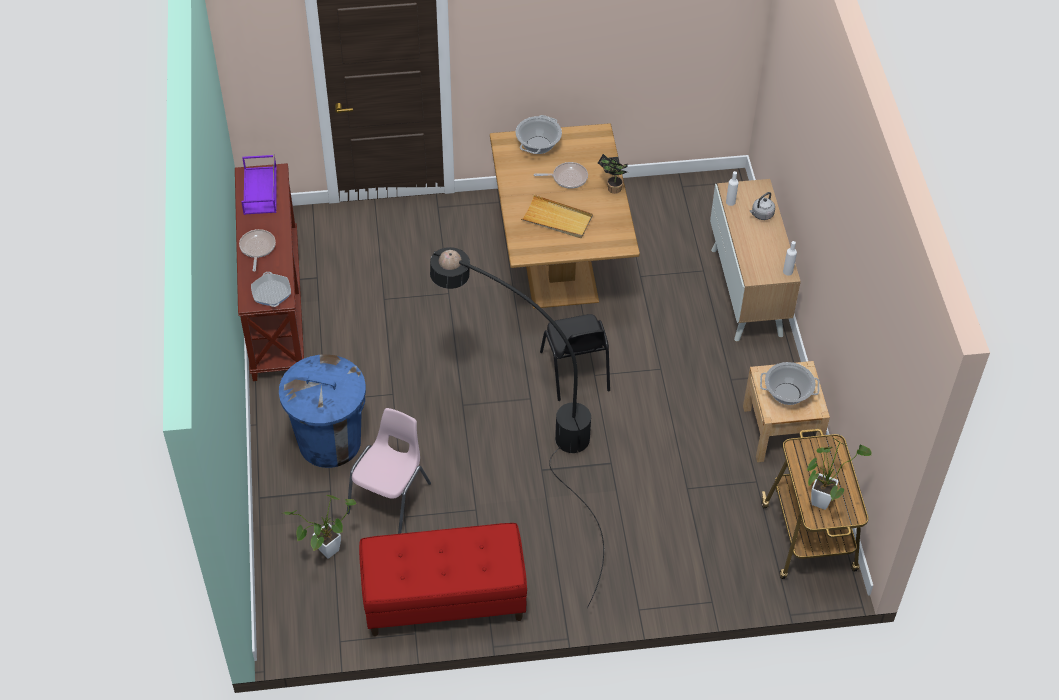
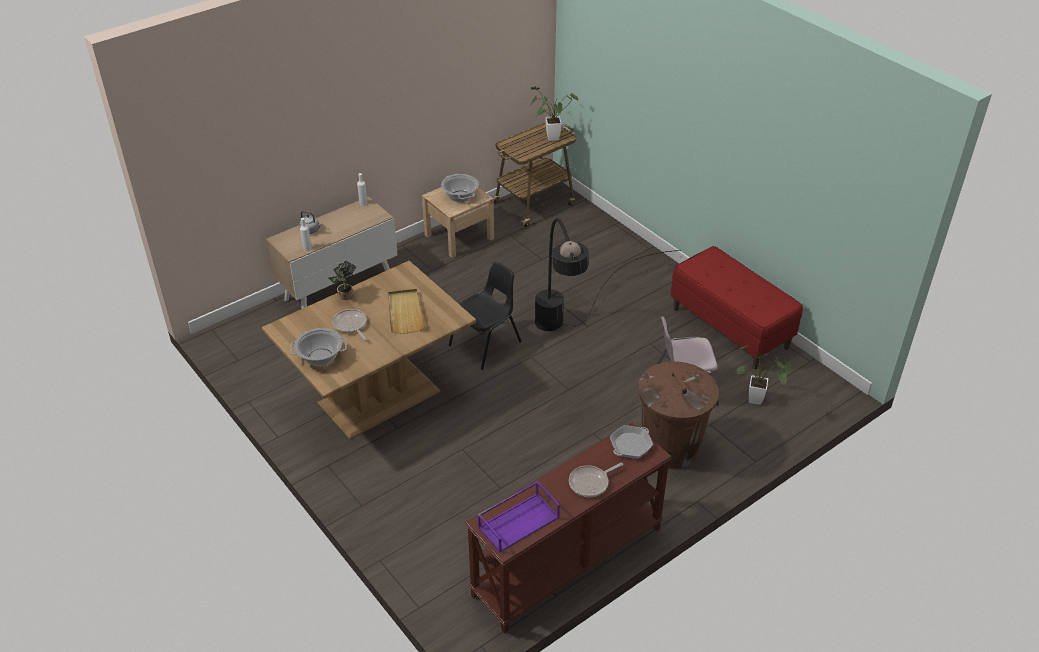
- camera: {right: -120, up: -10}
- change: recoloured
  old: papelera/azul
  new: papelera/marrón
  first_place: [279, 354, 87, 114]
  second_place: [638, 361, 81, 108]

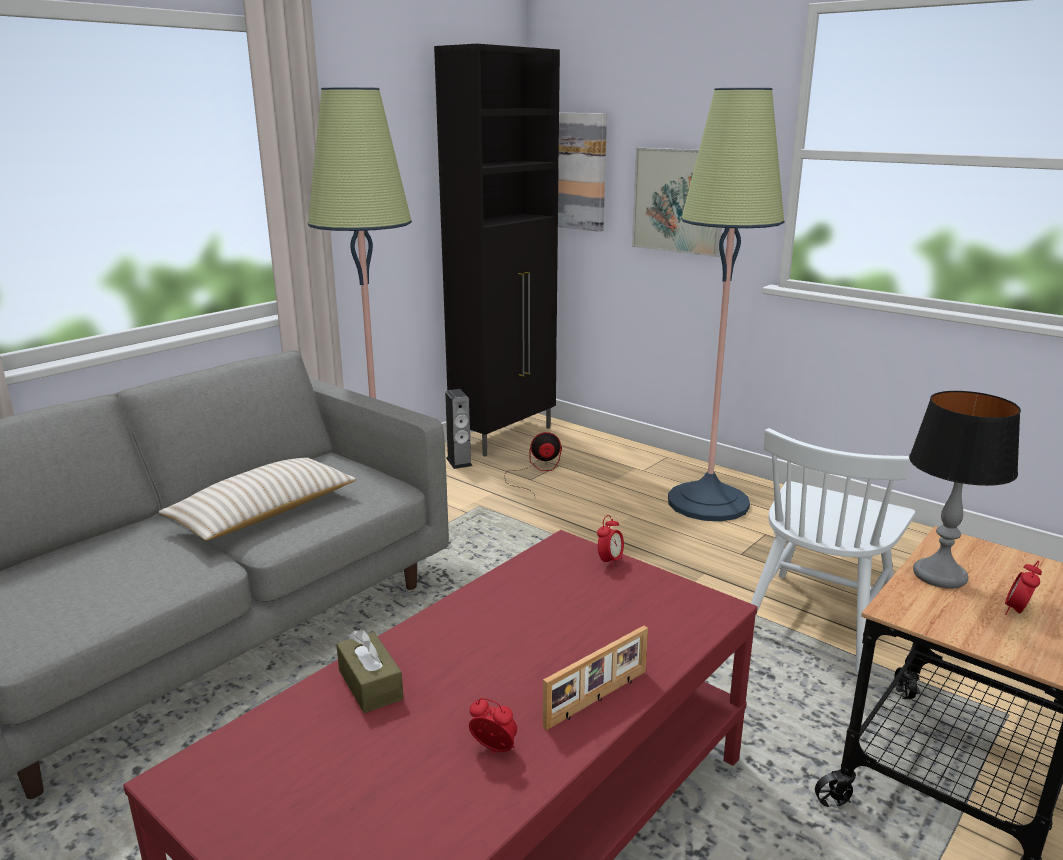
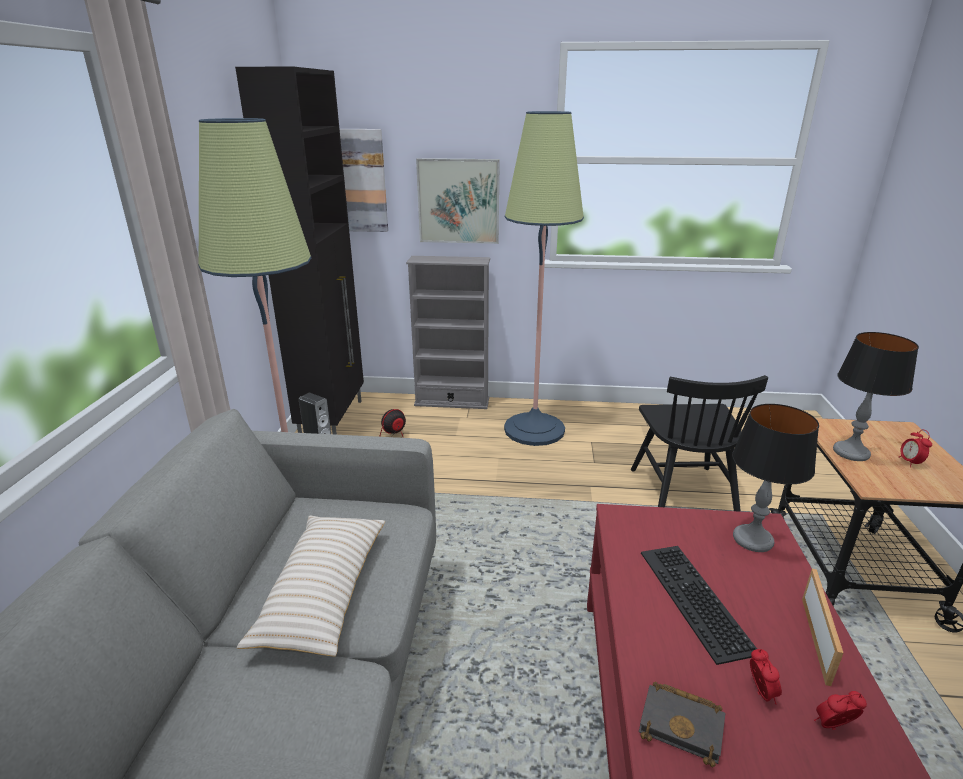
- camera: {right: -35, up: 5}
- change: added
  new: estantería/gris
  second_place: [406, 256, 84, 153]
- change: added
  new: teclado
  second_place: [641, 546, 116, 119]
- change: added
  new: lámpara de mesa
  second_place: [732, 404, 87, 148]
- change: moved
  old: despertador
  first_place: [597, 515, 27, 53]
  second_place: [750, 649, 32, 56]
- change: replaced
  old: caja de pañuelos/marrón
  new: libro/negro
  first_place: [336, 629, 68, 84]
  second_place: [639, 682, 86, 85]
- change: recoloured
  old: silla/blanco
  new: silla/negro
  first_place: [750, 428, 165, 244]
  second_place: [631, 375, 137, 137]

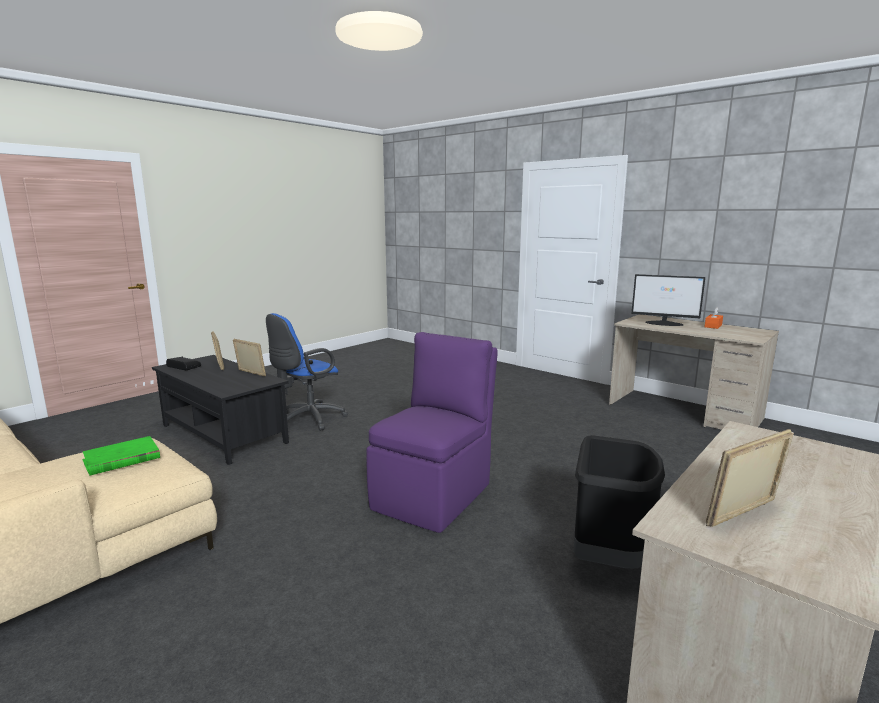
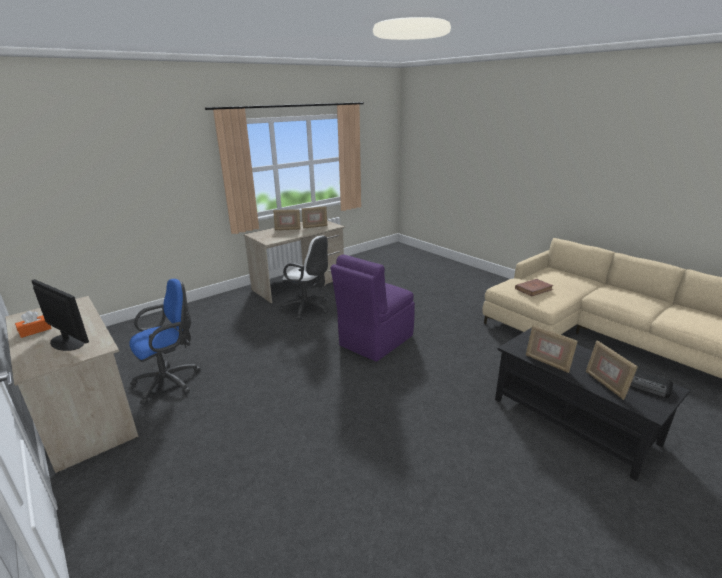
- camera: {right: -170, up: 10}
- change: added
  new: portarretratos
  second_place: [273, 209, 27, 21]
- change: moved
  old: silla de oficina/azul
  first_place: [266, 313, 82, 118]
  second_place: [129, 279, 72, 126]
- change: replaced
  old: papelera/negro
  new: silla de oficina/blanco
  first_place: [574, 435, 91, 133]
  second_place: [280, 236, 48, 84]
- change: recoloured
  old: libro/verde
  new: libro/marrón
  first_place: [82, 436, 78, 40]
  second_place: [515, 279, 38, 17]

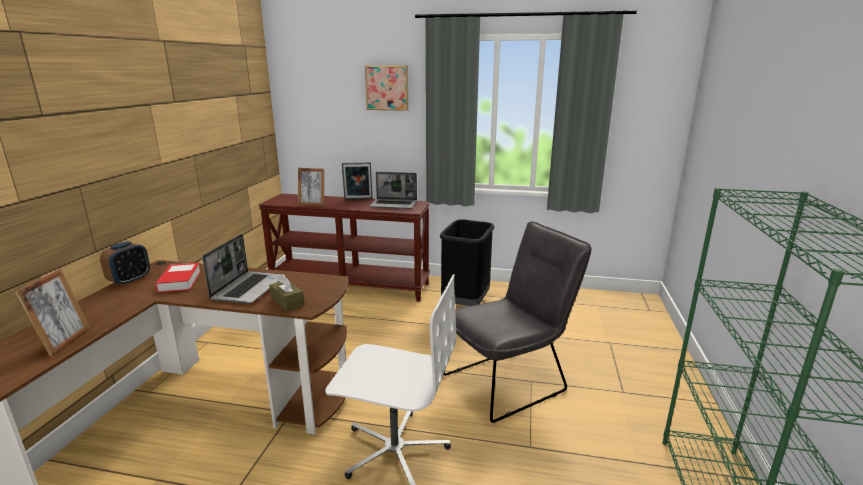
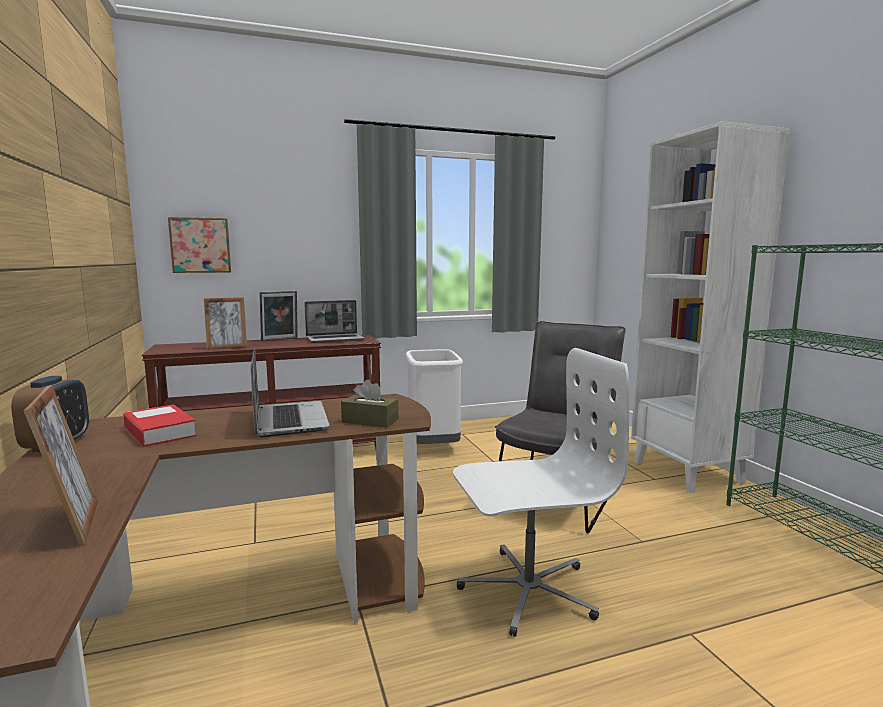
- camera: {right: -30, up: -10}
- change: added
  new: estantería/blanco
  second_place: [631, 121, 159, 372]
- change: moved
  old: cuadro
  first_place: [365, 65, 43, 46]
  second_place: [168, 217, 63, 56]
- change: recoloured
  old: papelera/negro
  new: papelera/blanco
  first_place: [440, 219, 54, 87]
  second_place: [406, 349, 57, 95]

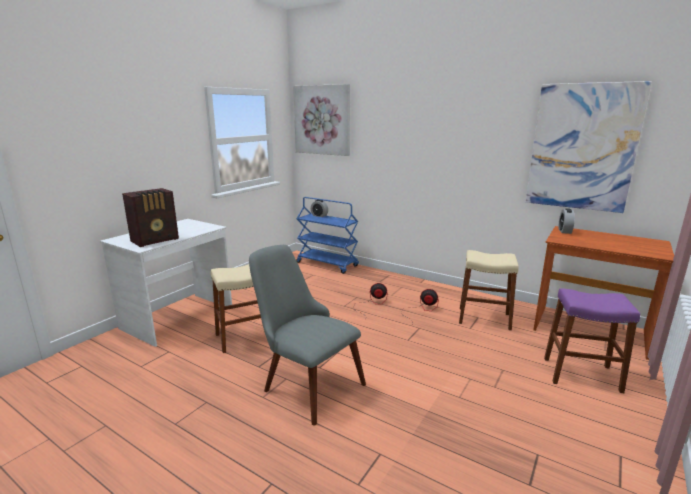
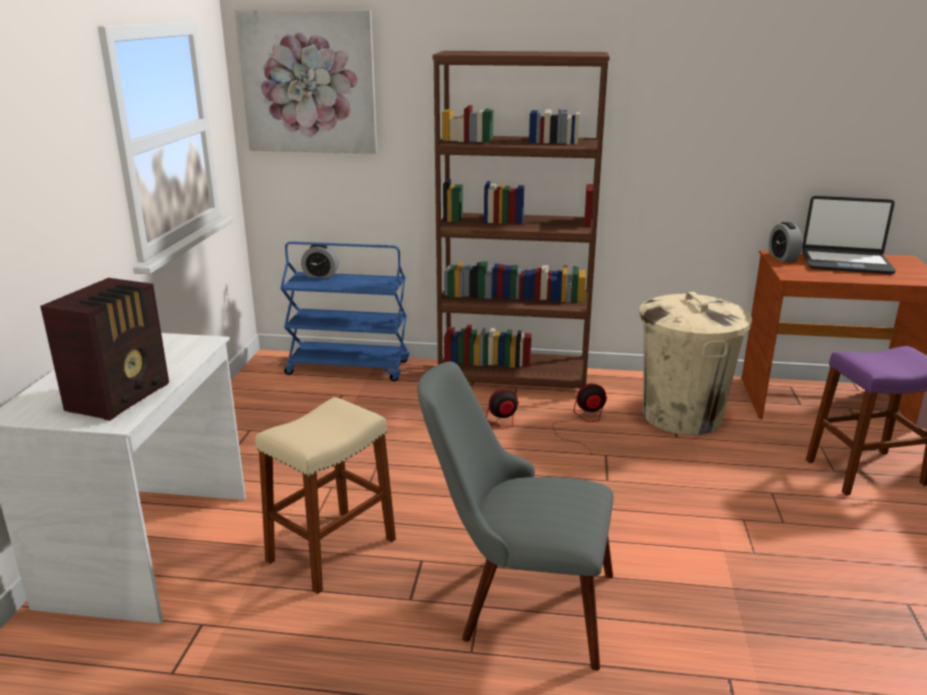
- camera: {right: -25, up: 5}
- change: removed
  old: cuadro
  first_place: [526, 81, 126, 132]
- change: added
  new: estantería/marrón
  second_place: [432, 51, 178, 337]
- change: added
  new: portátil
  second_place: [802, 196, 94, 78]
- change: replaced
  old: taburete/beis
  new: papelera/beis
  first_place: [459, 250, 60, 80]
  second_place: [639, 292, 113, 143]

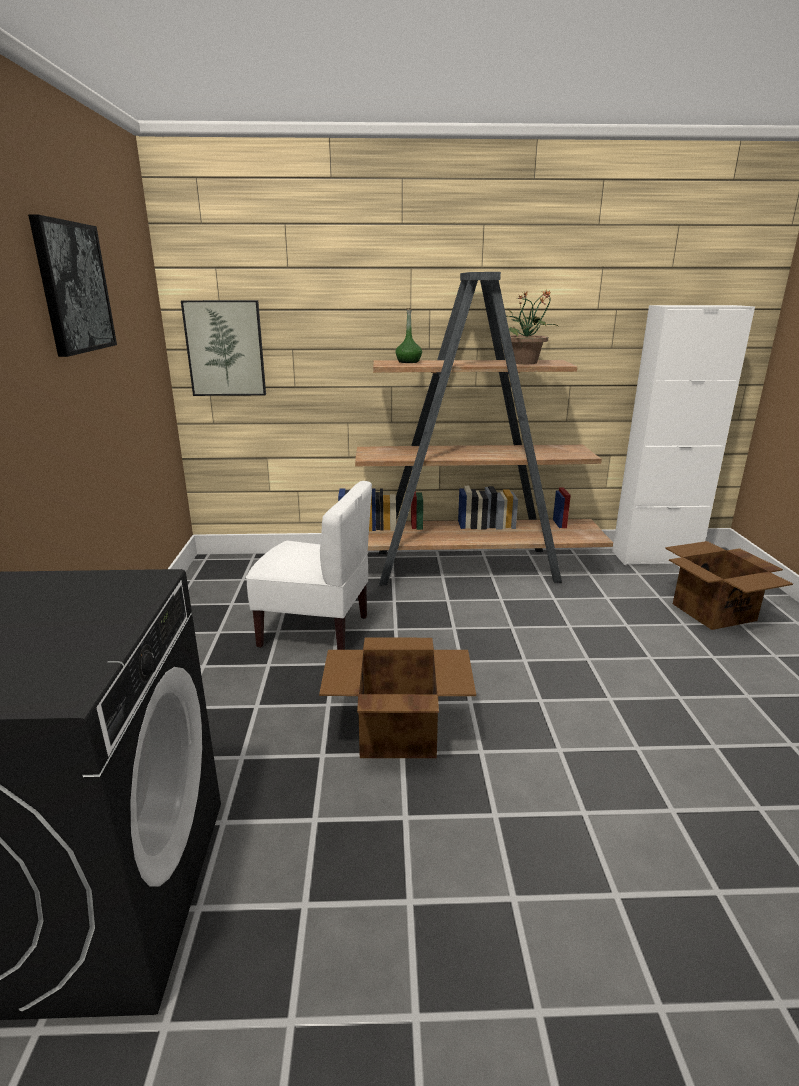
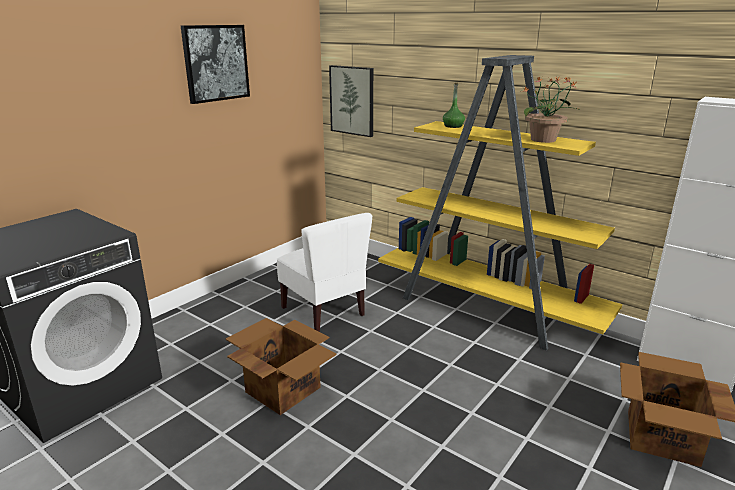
- camera: {right: 40, up: 0}
- change: recoloured
  old: estantería/marrón
  new: estantería/amarillo
  first_place: [338, 272, 275, 314]
  second_place: [378, 55, 244, 295]

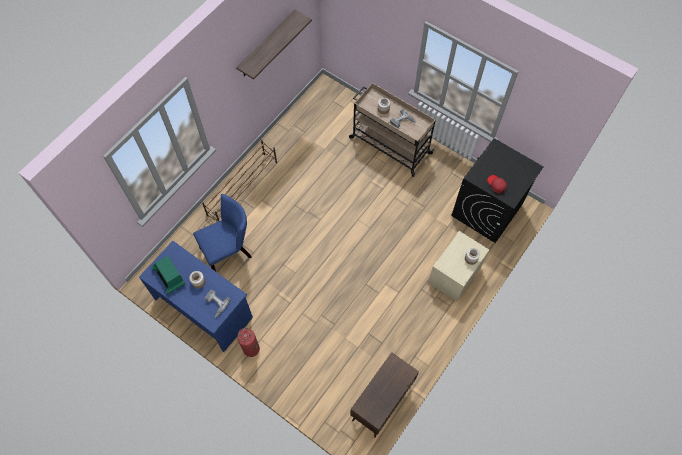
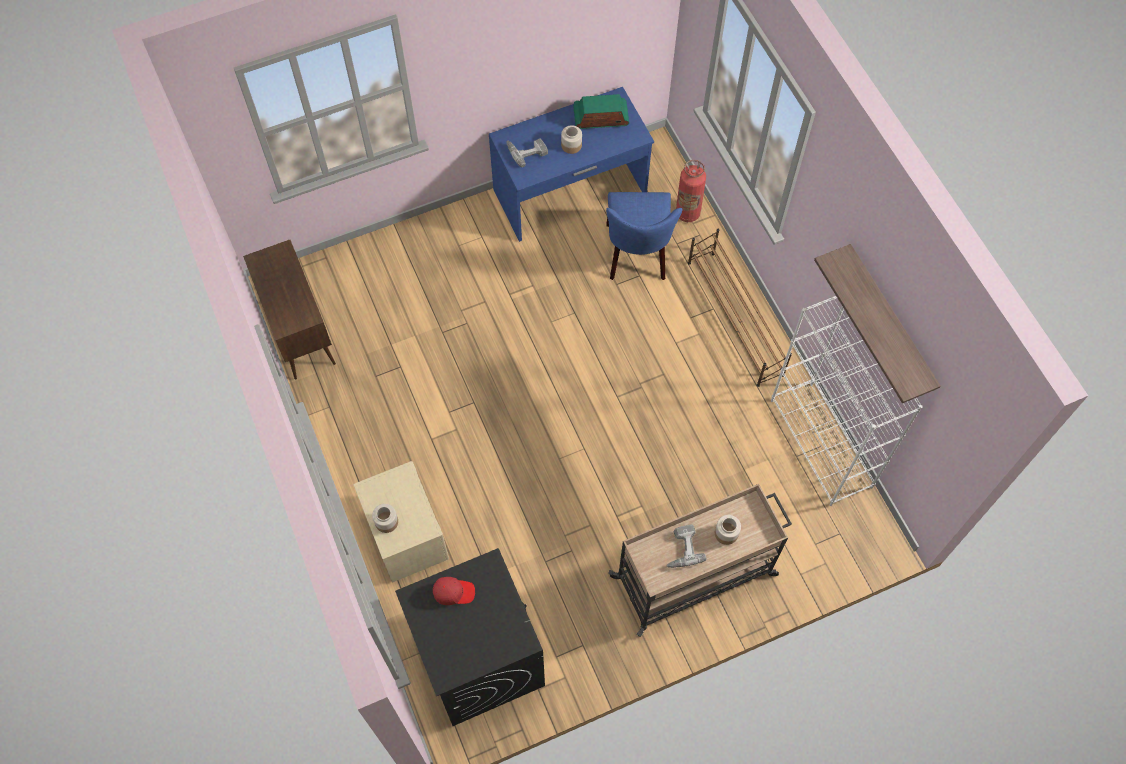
- camera: {right: 120, up: 0}
- change: added
  new: estantería/blanco
  second_place: [771, 296, 152, 210]
- change: moved
  old: extintor
  first_place: [237, 328, 23, 29]
  second_place: [676, 160, 30, 62]

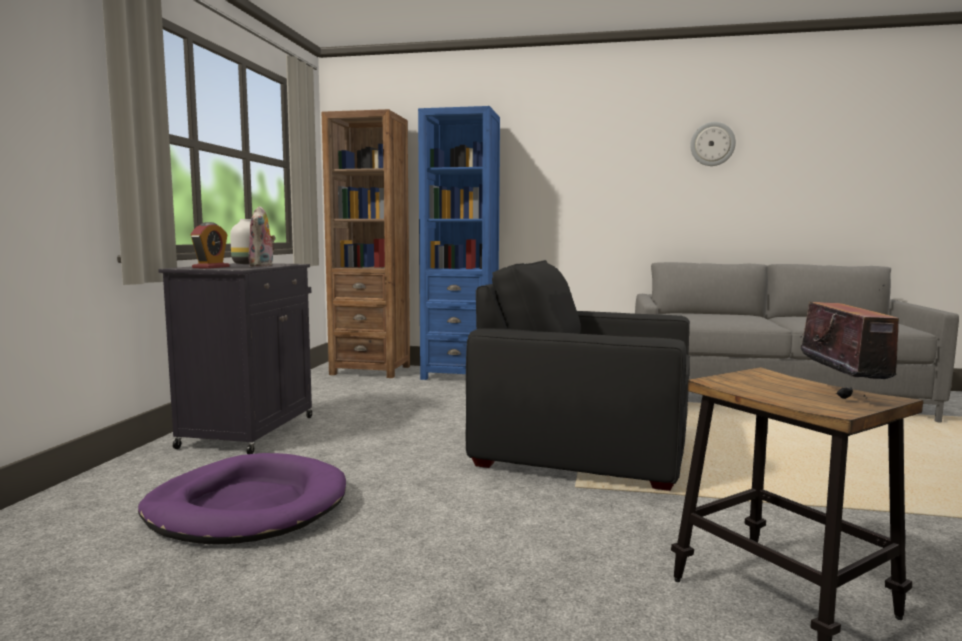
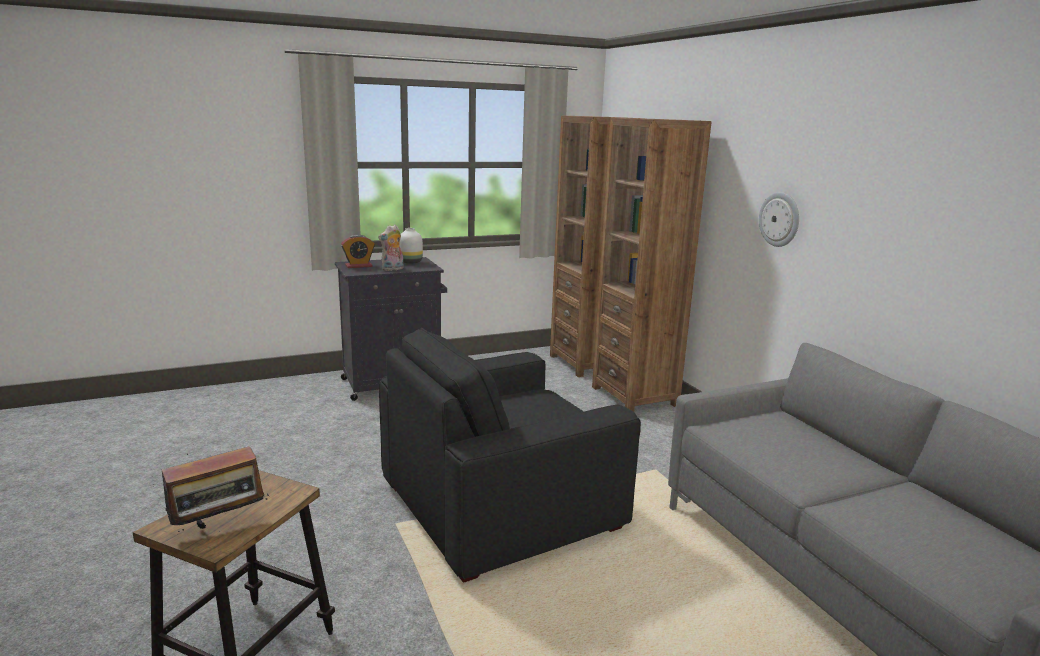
- camera: {right: 55, up: 10}
- change: removed
  old: cama para perro/morado
  first_place: [138, 453, 208, 91]
- change: moved
  old: reloj de pared
  first_place: [690, 122, 46, 44]
  second_place: [759, 192, 40, 55]
- change: recoloured
  old: estantería/azul
  new: estantería/marrón
  first_place: [418, 106, 82, 274]
  second_place: [592, 118, 119, 294]
- change: turned
  old: sillón/negro
  first_place: [466, 260, 224, 231]
  second_place: [379, 328, 262, 255]
  degrees: -105

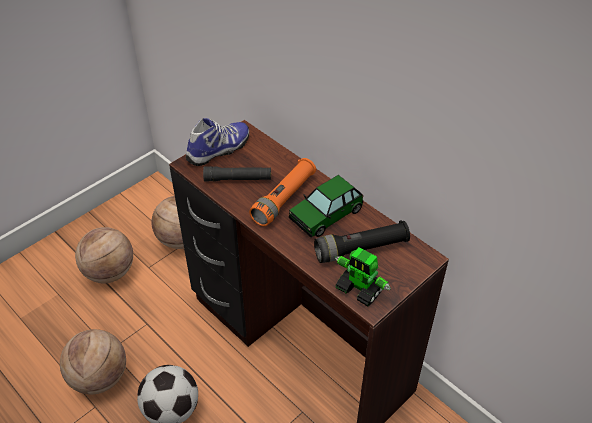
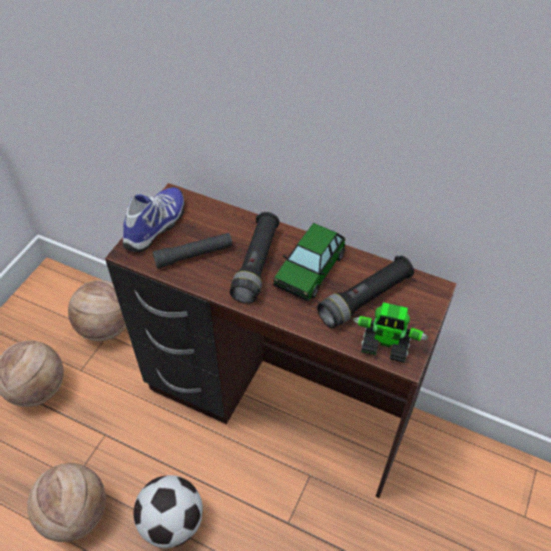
- camera: {right: -20, up: 5}
- change: recoloured
  old: linterna/naranja
  new: linterna/negro
  first_place: [249, 158, 67, 68]
  second_place: [230, 212, 49, 92]

